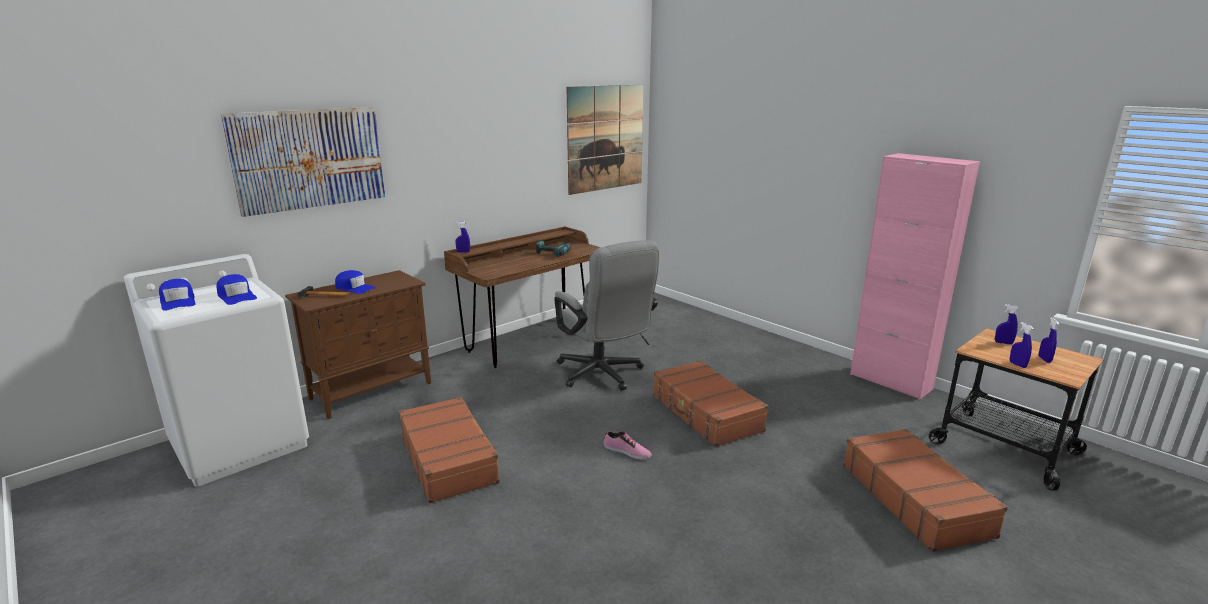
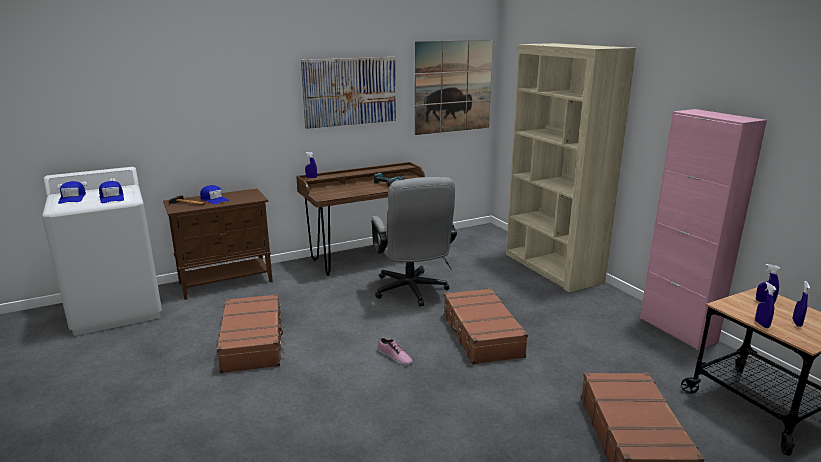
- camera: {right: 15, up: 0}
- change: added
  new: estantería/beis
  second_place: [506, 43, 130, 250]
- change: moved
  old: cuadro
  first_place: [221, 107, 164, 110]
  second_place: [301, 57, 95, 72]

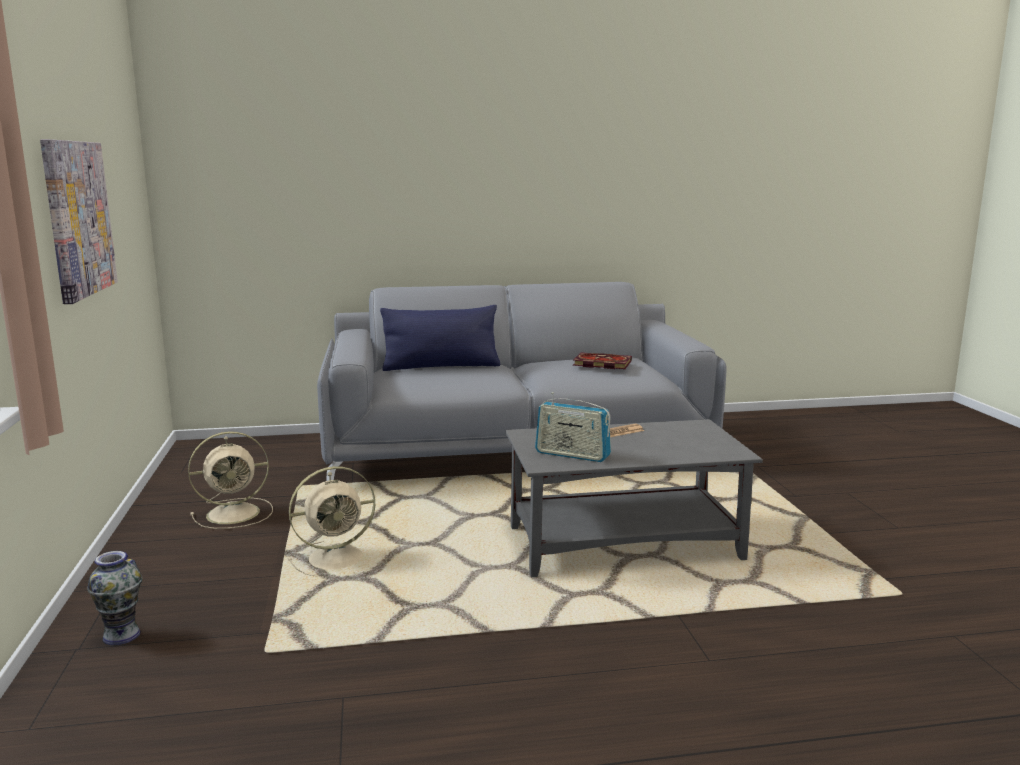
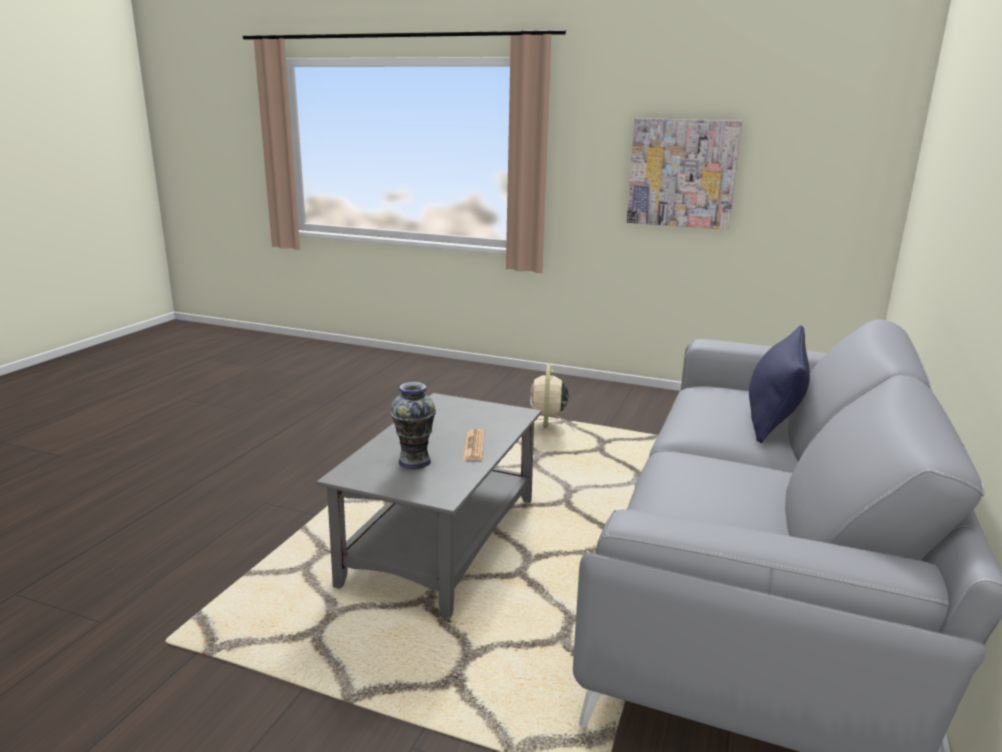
- camera: {right: 120, up: 5}
- change: removed
  old: ventilador/beis
  first_place: [188, 431, 85, 98]
- change: removed
  old: radio
  first_place: [535, 392, 76, 70]
- change: removed
  old: libro
  first_place: [573, 352, 59, 17]
- change: moved
  old: florero
  first_place: [87, 551, 55, 95]
  second_place: [390, 382, 46, 87]

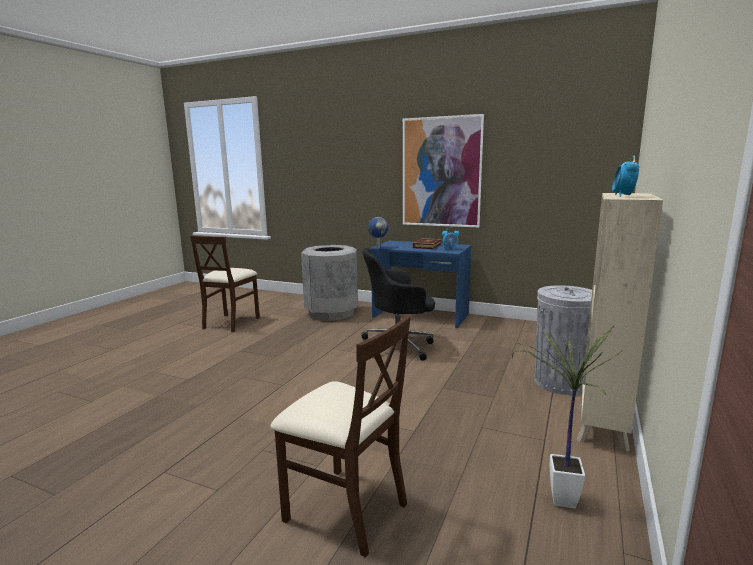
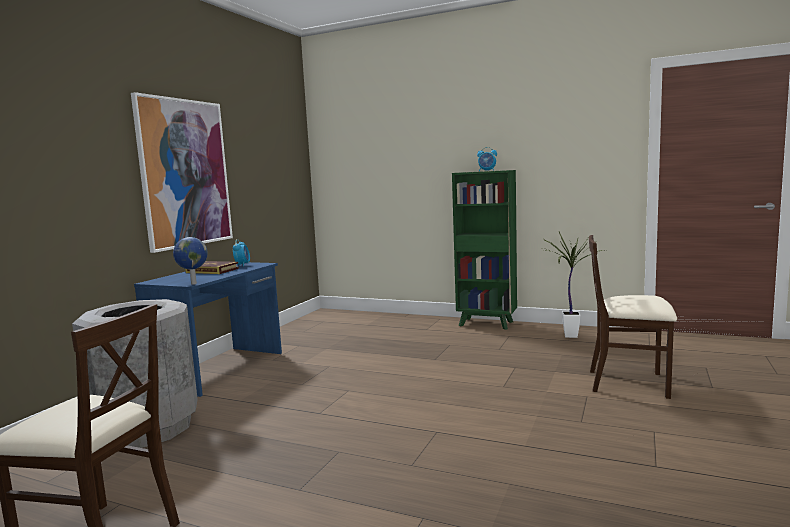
- camera: {right: -90, up: -5}
- change: removed
  old: silla de oficina/negro
  first_place: [361, 248, 74, 113]
- change: removed
  old: papelera/gris
  first_place: [534, 285, 58, 110]
- change: recoloured
  old: estantería/beis
  new: estantería/verde
  first_place: [576, 193, 87, 259]
  second_place: [452, 170, 65, 160]
- change: turned
  old: silla/beis
  first_place: [270, 315, 141, 243]
  second_place: [589, 235, 88, 164]
  degrees: -105

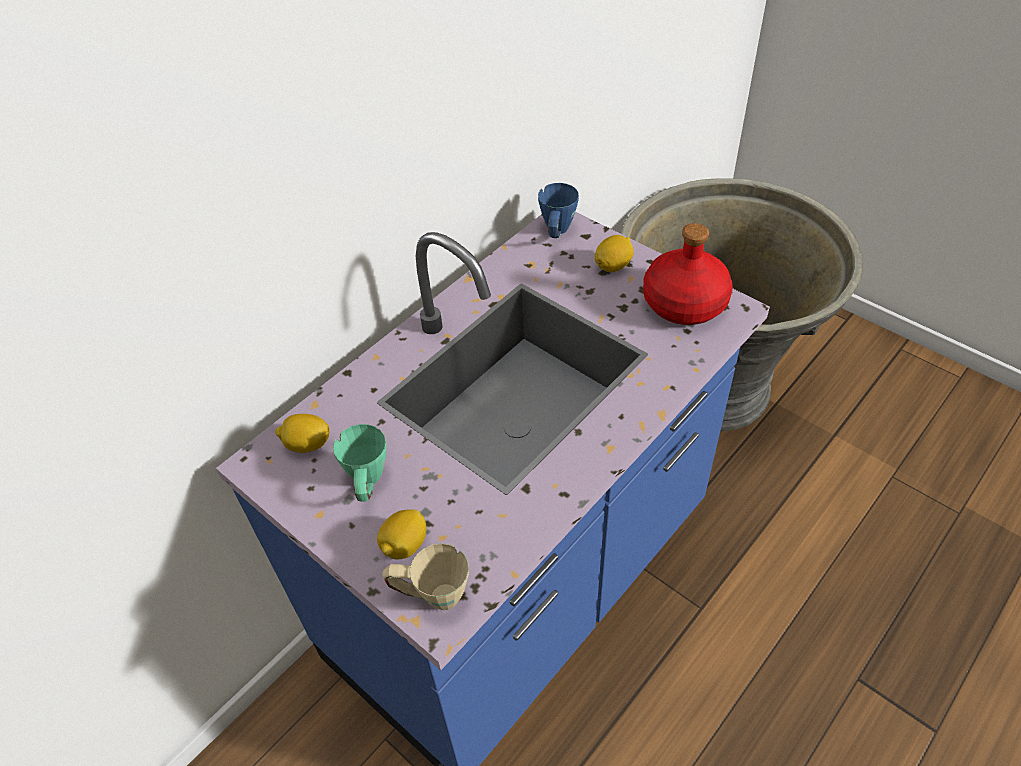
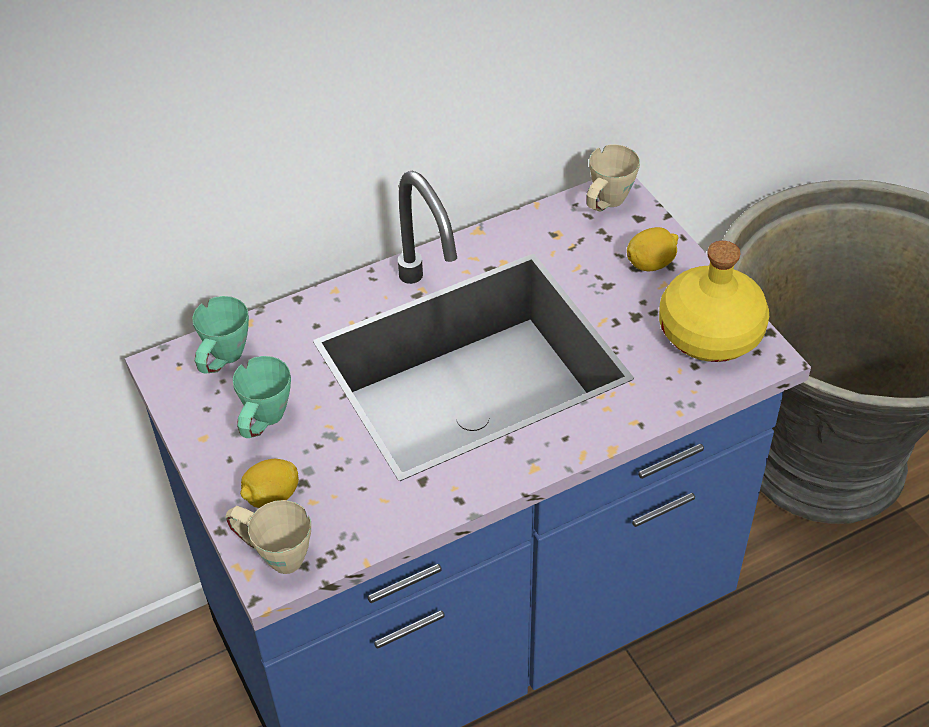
- camera: {right: 20, up: 0}
- change: replaced
  old: limón
  new: taza grande/verde
  first_place: [275, 414, 55, 39]
  second_place: [192, 296, 57, 78]
- change: recoloured
  old: taza grande/azul
  new: taza grande/beis
  first_place: [538, 183, 41, 55]
  second_place: [586, 144, 54, 68]
- change: recoloured
  old: botella/rojo
  new: botella/amarillo
  first_place: [643, 223, 90, 102]
  second_place: [659, 241, 110, 121]

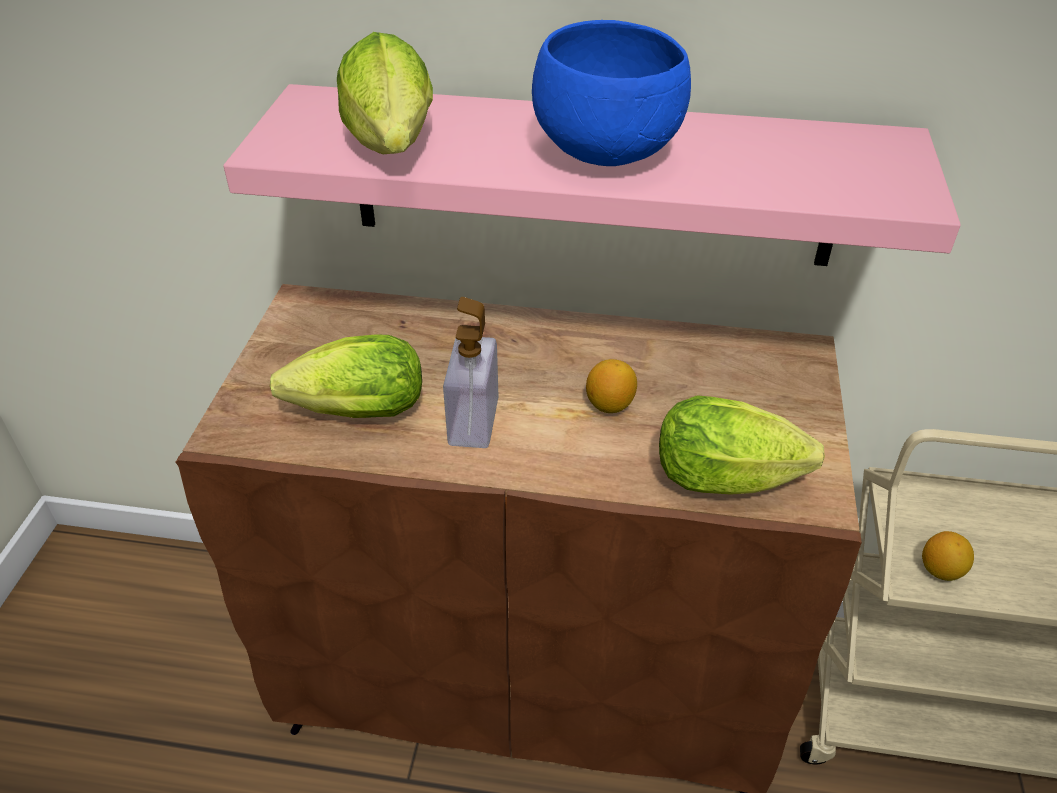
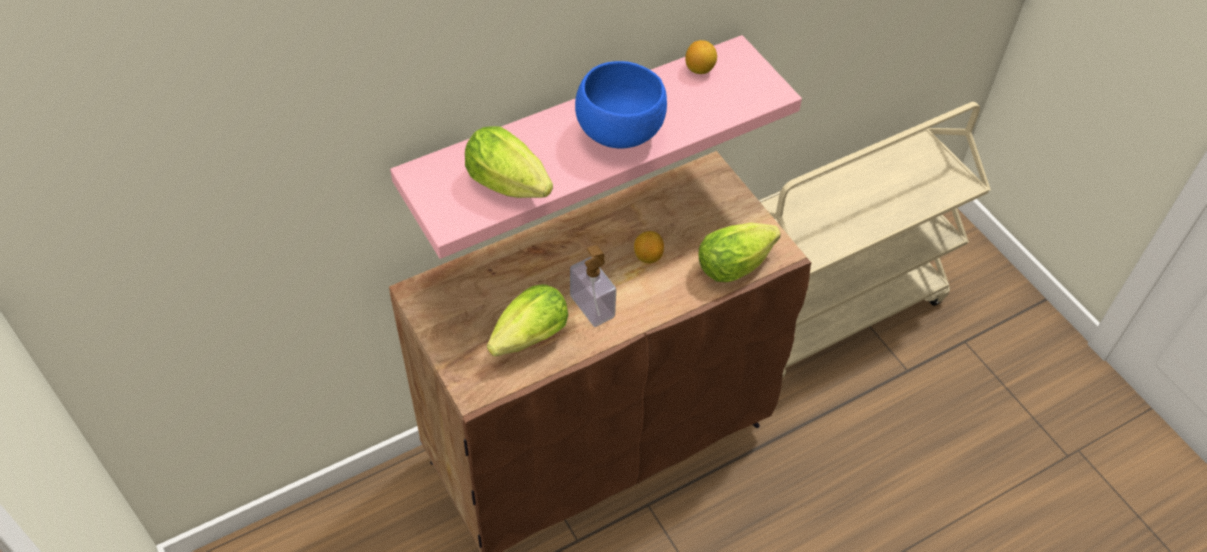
- camera: {right: -40, up: 10}
- change: moved
  old: limón
  first_place: [922, 531, 52, 50]
  second_place: [685, 40, 32, 34]

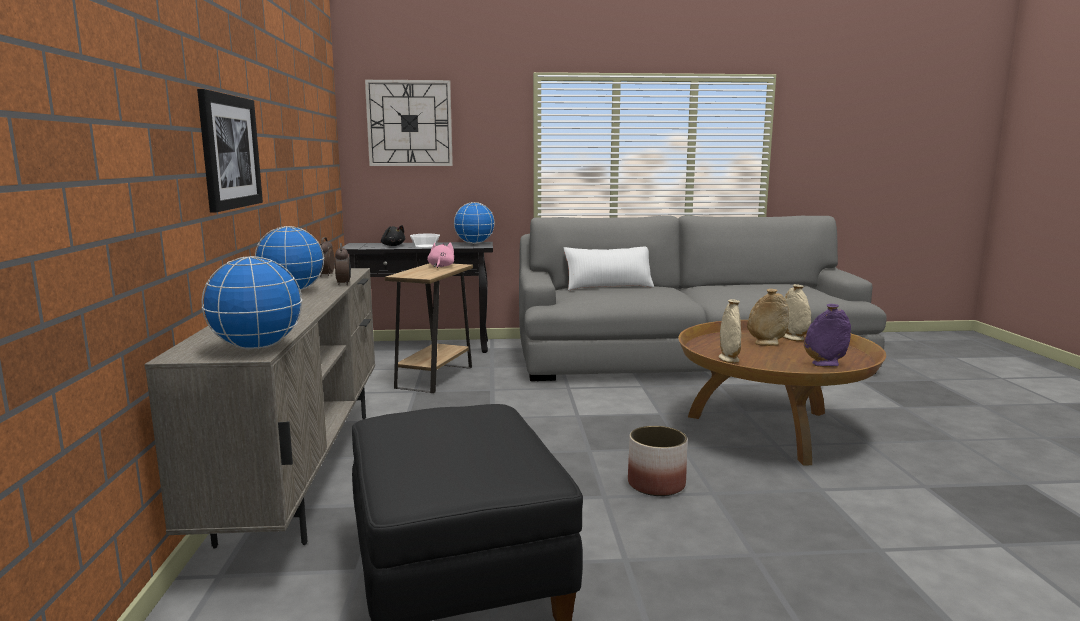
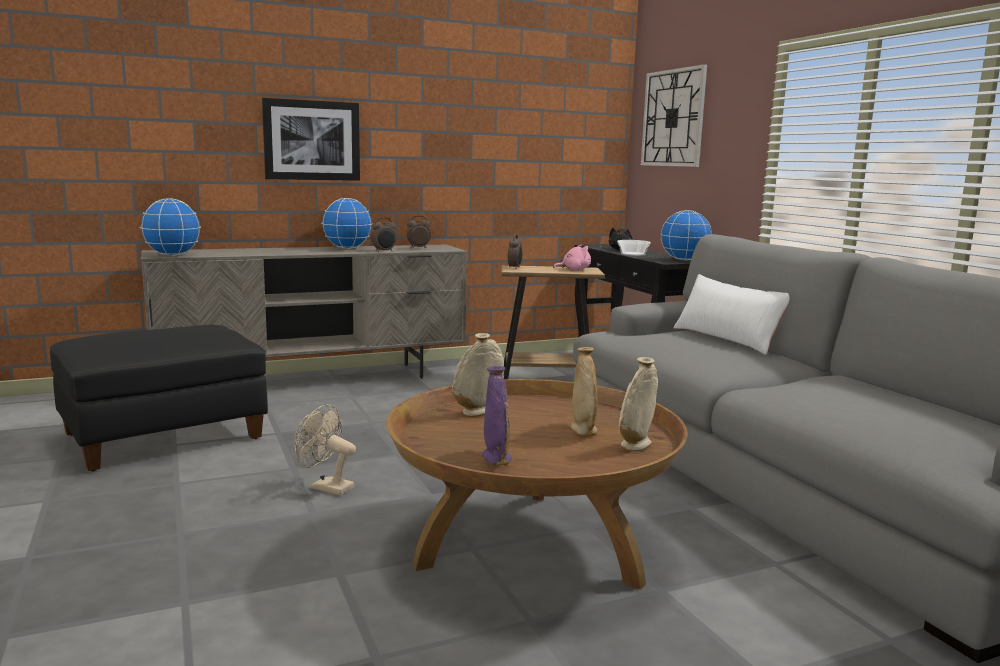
- camera: {right: 70, up: 0}
- change: added
  new: despertador
  second_place: [508, 235, 14, 34]
- change: replaced
  old: maceta
  new: ventilador/beis
  first_place: [628, 426, 60, 70]
  second_place: [294, 404, 62, 91]

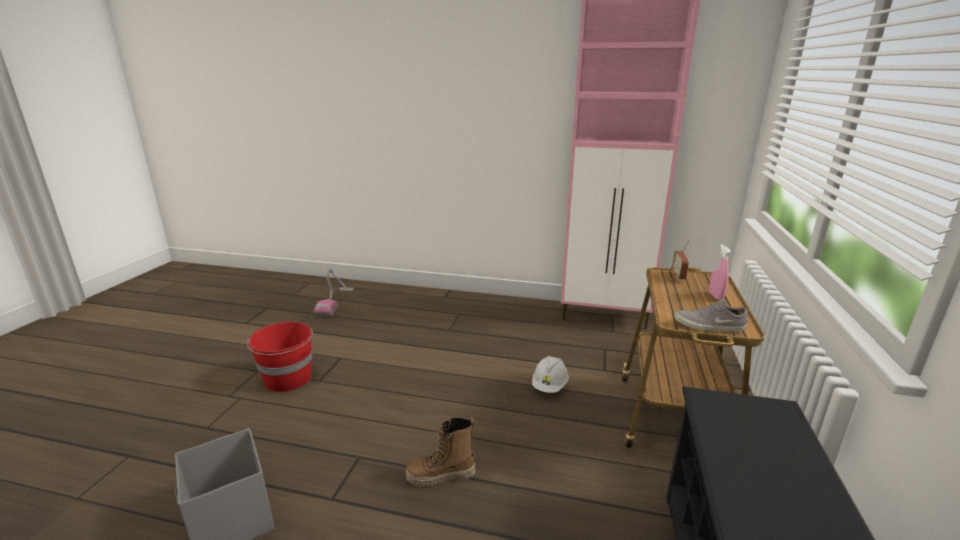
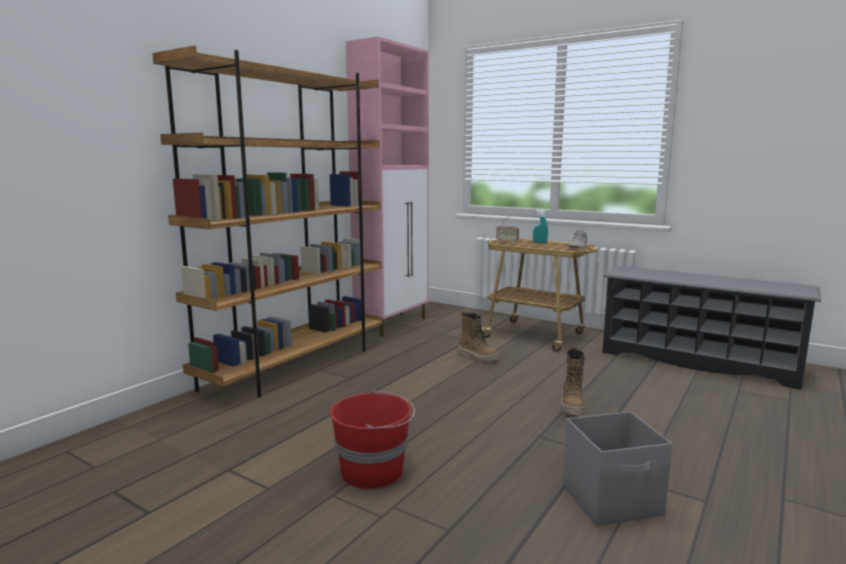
- camera: {right: -70, up: -10}
- change: removed
  old: aspiradora
  first_place: [315, 269, 39, 47]
- change: added
  new: estantería/marrón
  second_place: [152, 46, 231, 352]
- change: replaced
  old: casco/blanco
  new: bota
  first_place: [532, 356, 37, 37]
  second_place: [459, 311, 40, 51]
- change: recoloured
  old: pulverizador/rosa
  new: pulverizador/turquesa
  first_place: [709, 244, 22, 56]
  second_place: [533, 210, 15, 33]

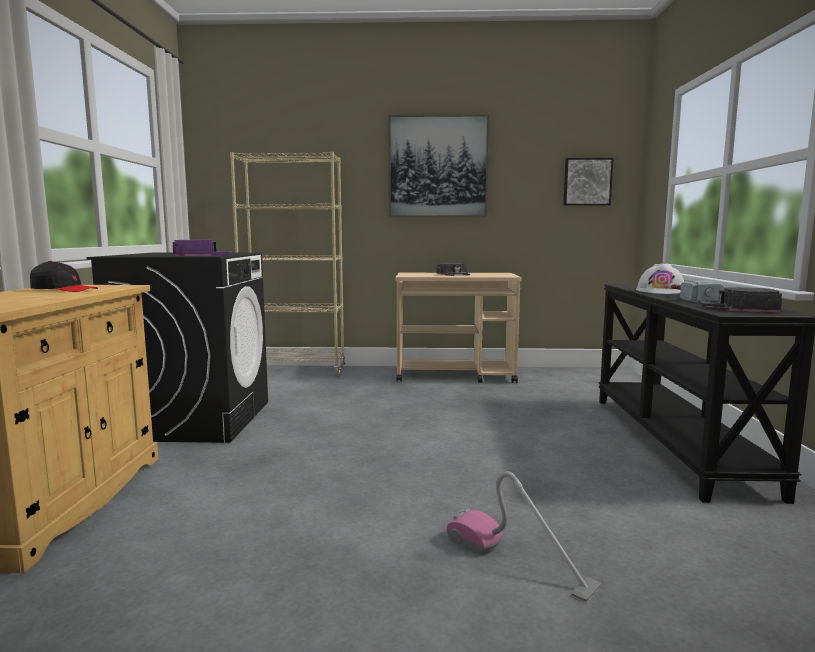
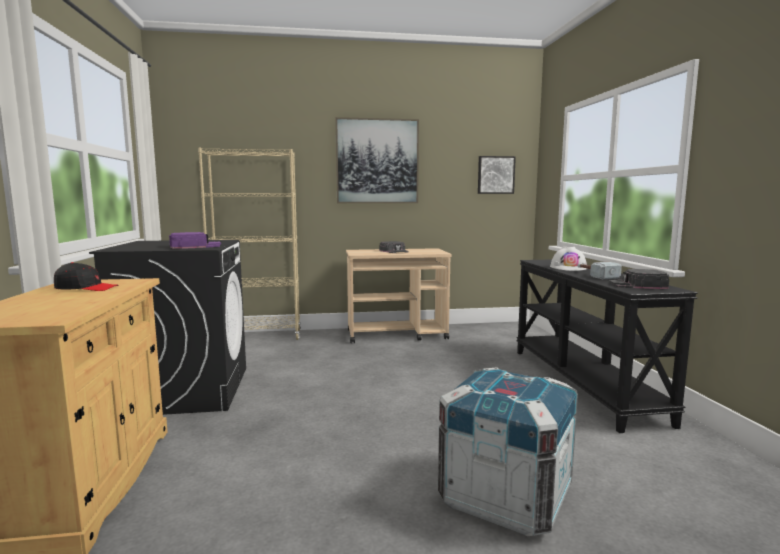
- camera: {right: -10, up: 0}
- change: replaced
  old: aspiradora
  new: caja de embalaje
  first_place: [447, 471, 154, 131]
  second_place: [438, 367, 140, 169]

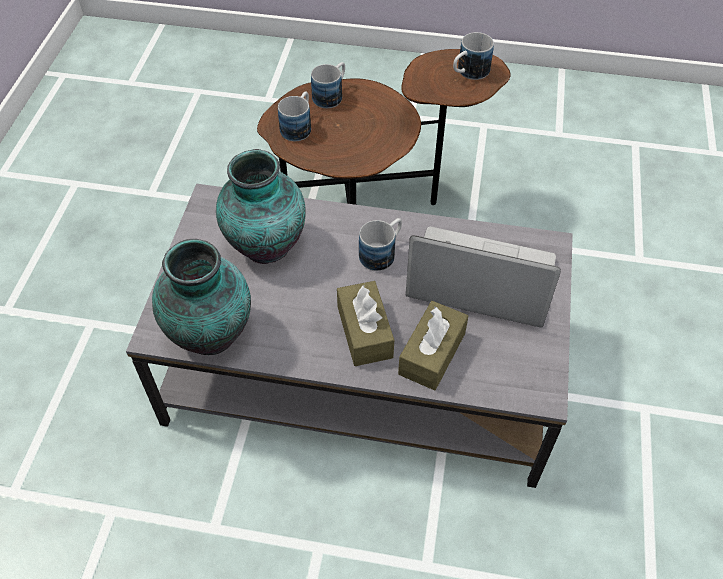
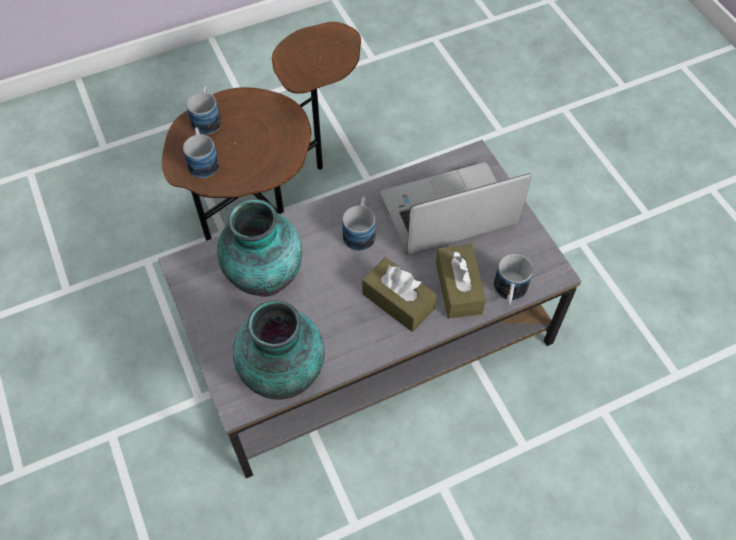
- camera: {right: -35, up: 5}
- change: moved
  old: taza grande
  first_place: [453, 32, 41, 48]
  second_place: [494, 254, 39, 51]

